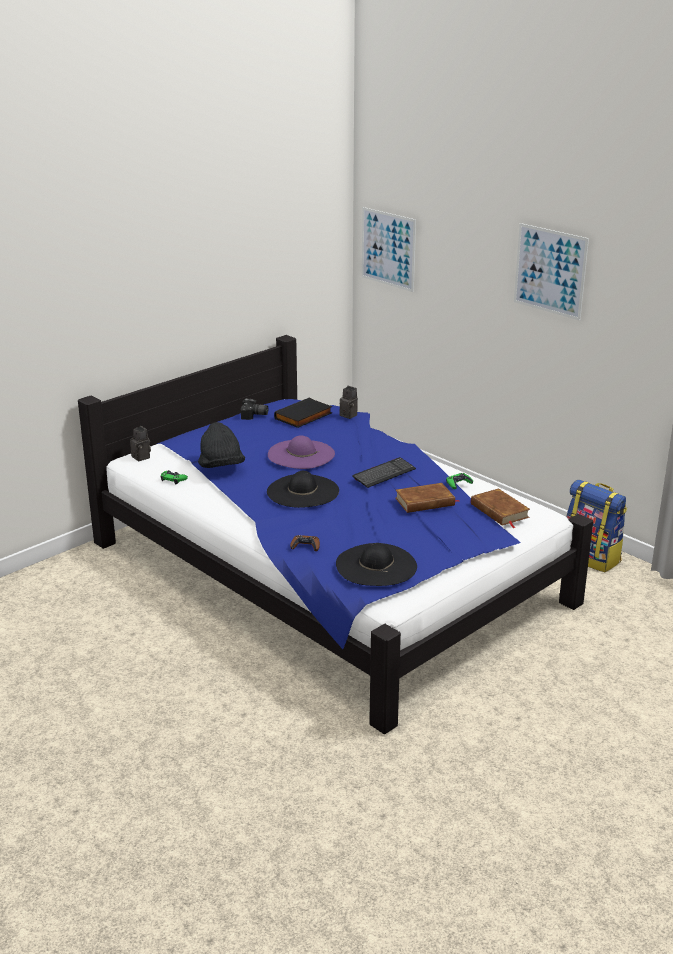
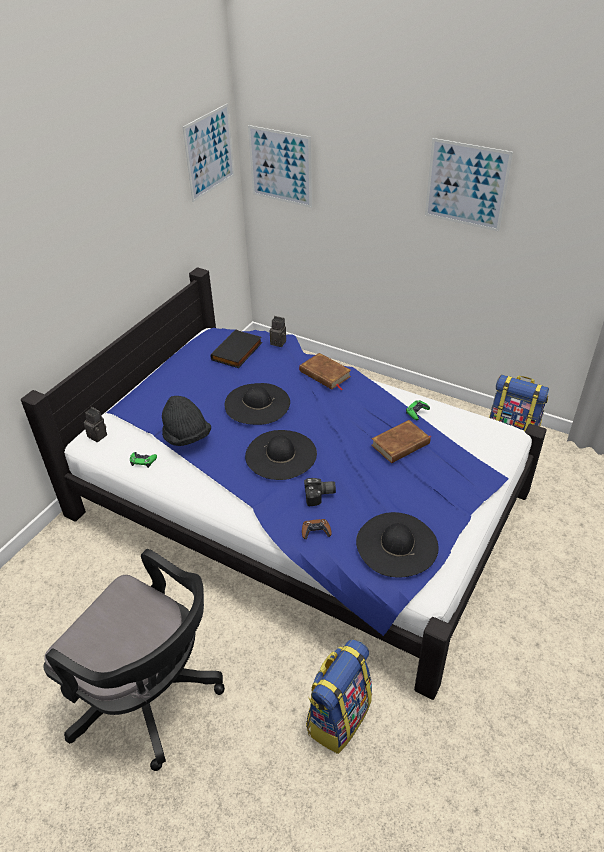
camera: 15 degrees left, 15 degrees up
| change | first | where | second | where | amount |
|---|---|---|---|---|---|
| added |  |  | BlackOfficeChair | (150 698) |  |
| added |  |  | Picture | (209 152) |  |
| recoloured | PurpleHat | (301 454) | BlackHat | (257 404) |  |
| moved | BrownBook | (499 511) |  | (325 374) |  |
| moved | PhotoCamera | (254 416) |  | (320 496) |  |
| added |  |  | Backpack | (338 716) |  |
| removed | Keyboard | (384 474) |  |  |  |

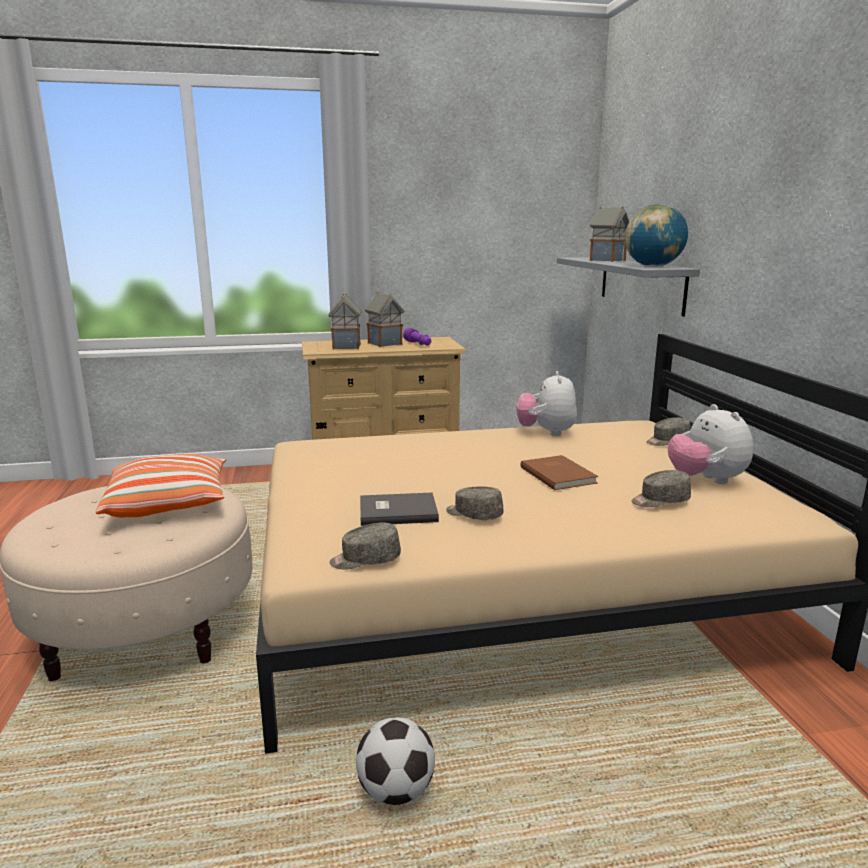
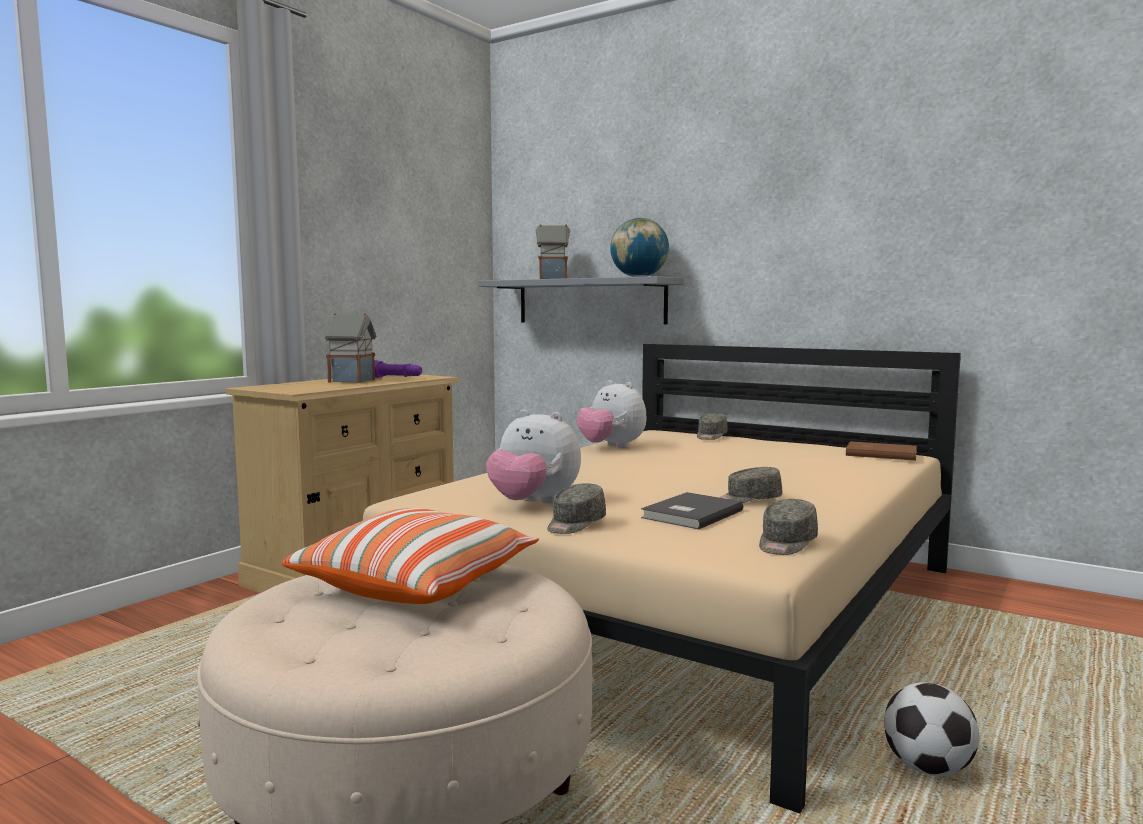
camera: 45 degrees left, 10 degrees down
| change | first | where | second | where | amount |
|---|---|---|---|---|---|
| moved | PlushToy | (706 480) |  | (533 503) |  |
| moved | GreyCap | (660 501) |  | (575 524) |  |
| moved | BrownBook | (559 474) |  | (880 453) |  |
| removed | ToyHouse | (346 346) |  |  |  |

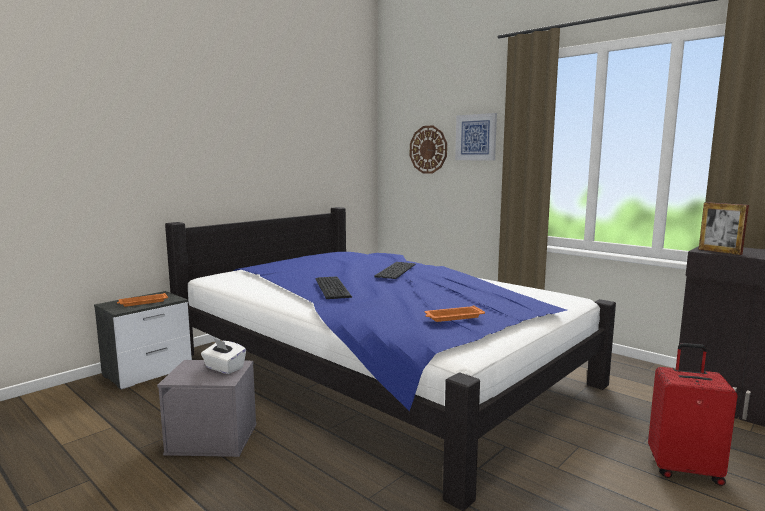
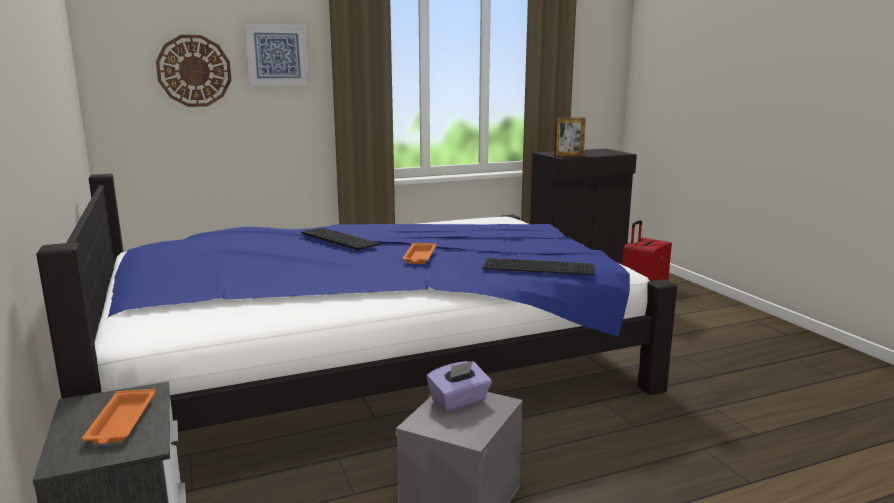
camera: 65 degrees left, 5 degrees up
| change | first | where | second | where | amount |
|---|---|---|---|---|---|
| moved | OrangeTray | (453 317) |  | (419 257) |  |
| recoloured | WhiteTissueBox | (224 368) | PurpleTissueBox | (459 401) |  |
| moved | Keyboard | (333 287) |  | (537 266) |  |

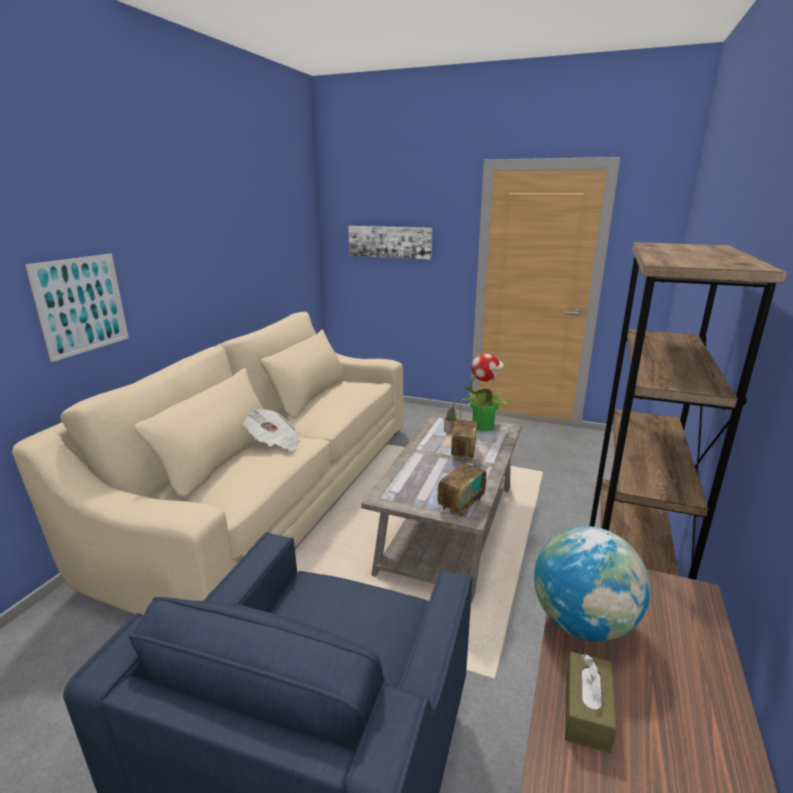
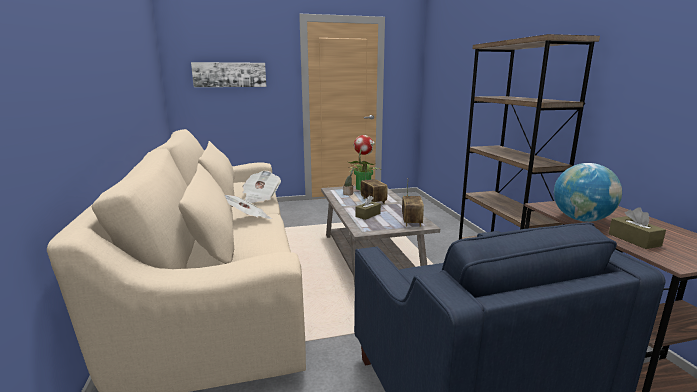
camera: 35 degrees left, 5 degrees down
| change | first | where | second | where | amount |
|---|---|---|---|---|---|
| added |  |  | Newspaper | (260 197) |  |
| added |  |  | BrownTissueBox | (368 215) |  |
| removed | Picture | (81 305) |  |  |  |

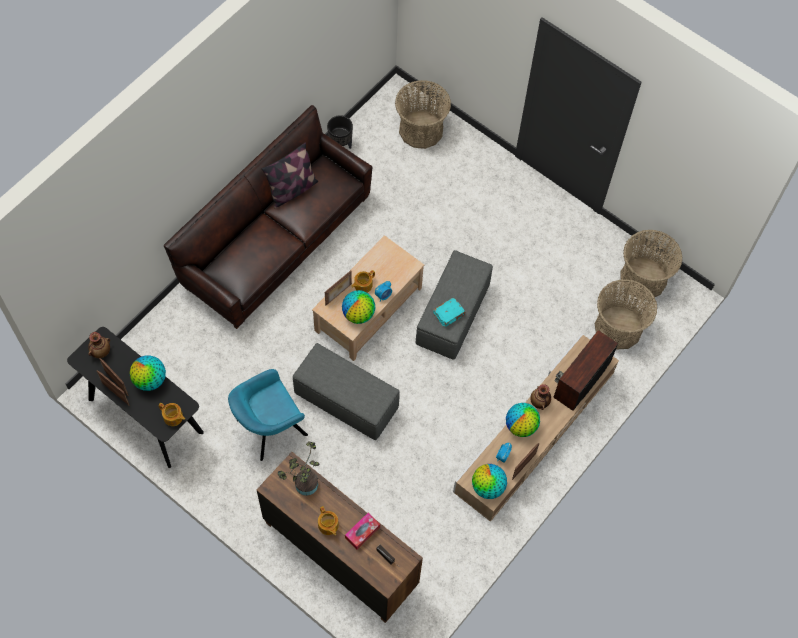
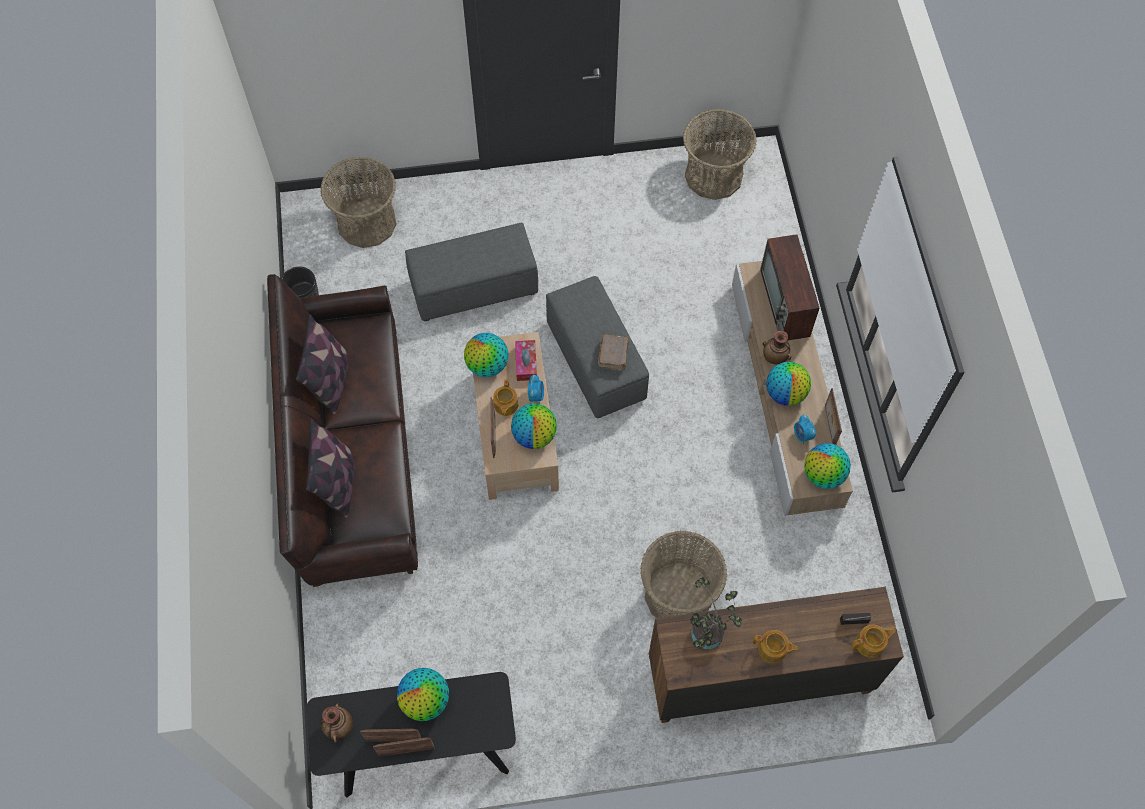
camera: 45 degrees left, 0 degrees up
| change | first | where | second | where | amount |
|---|---|---|---|---|---|
| added |  |  | Pillow | (337 483) |  |
| moved | GreyOttoman | (345 400) |  | (473 288) |  |
| added |  |  | Globe | (487 365) |  |
| moved | TissueBox | (362 532) |  | (526 363) |  |
| recoloured | TurquoiseBook | (449 314) | BrownBook | (613 355) |  |
| moved | Basket | (618 328) |  | (678 594) |  |
| moved | Teapot | (173 417) |  | (870 644) |  |
| removed | TurquoiseArmchair | (269 429) |  |  |  |

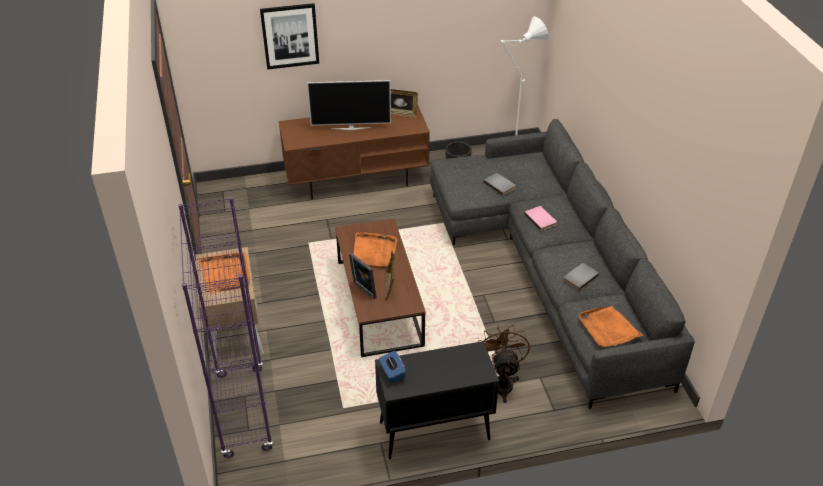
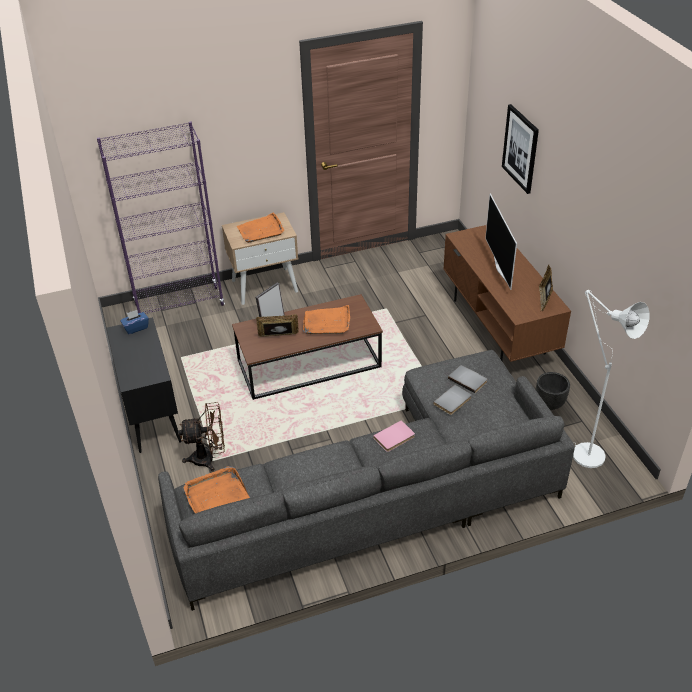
camera: 85 degrees right, 0 degrees up
| change | first | where | second | where | amount |
|---|---|---|---|---|---|
| moved | GreyBook | (579 277) |  | (468 379) |  |

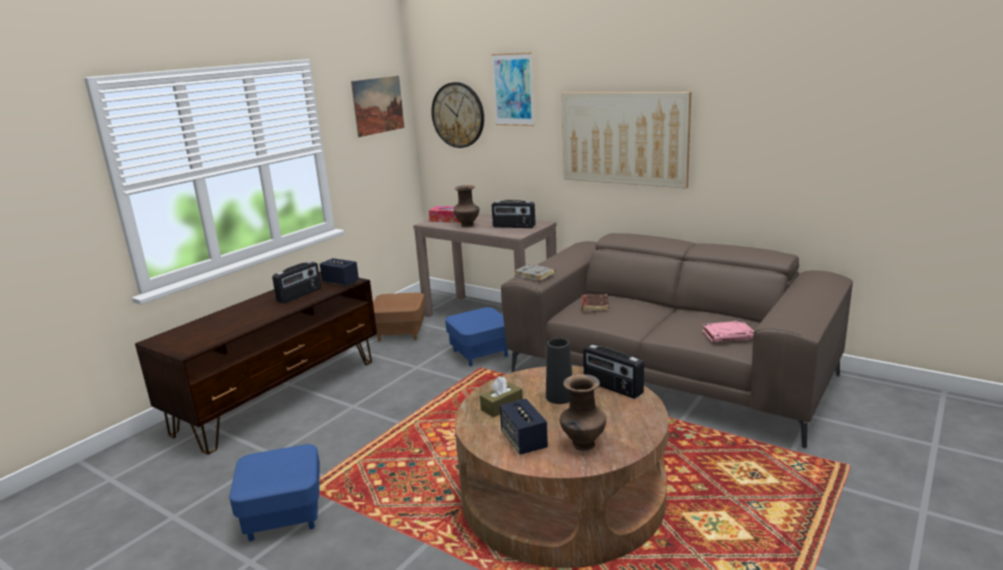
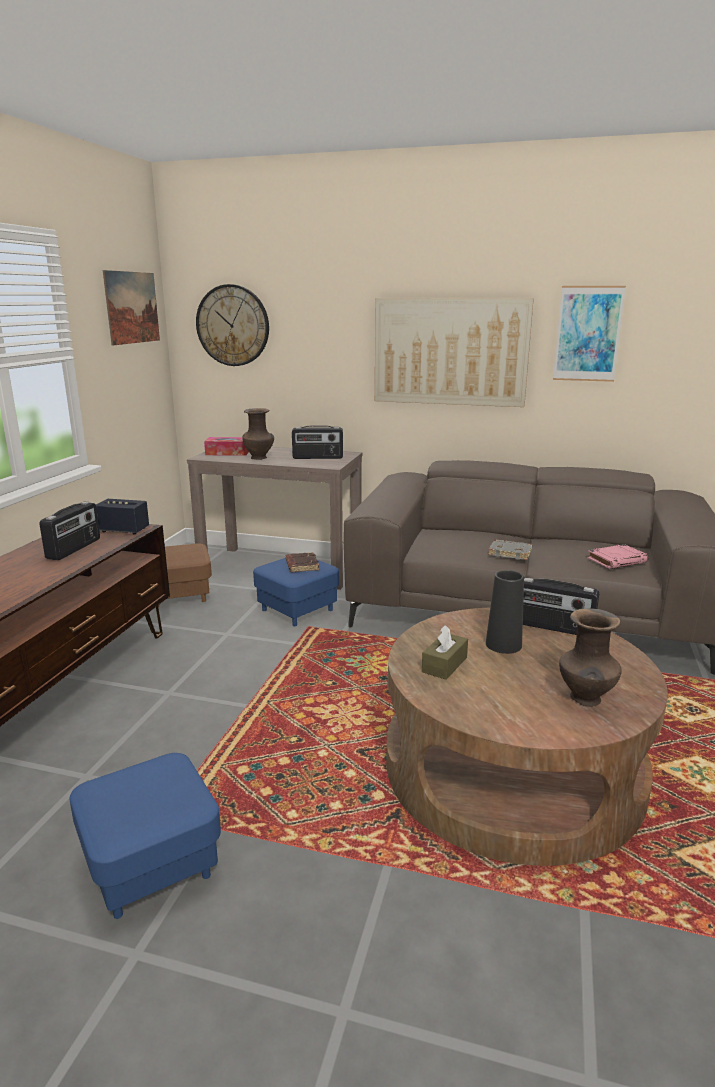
camera: 20 degrees left, 0 degrees up
| change | first | where | second | where | amount |
|---|---|---|---|---|---|
| moved | BrownBook | (594 305) |  | (301 565) |  |
| moved | GreyBook | (535 275) |  | (510 553) |  |
| moved | Picture | (513 89) |  | (588 334) |  |
| removed | Speaker | (524 441) |  |  |  |

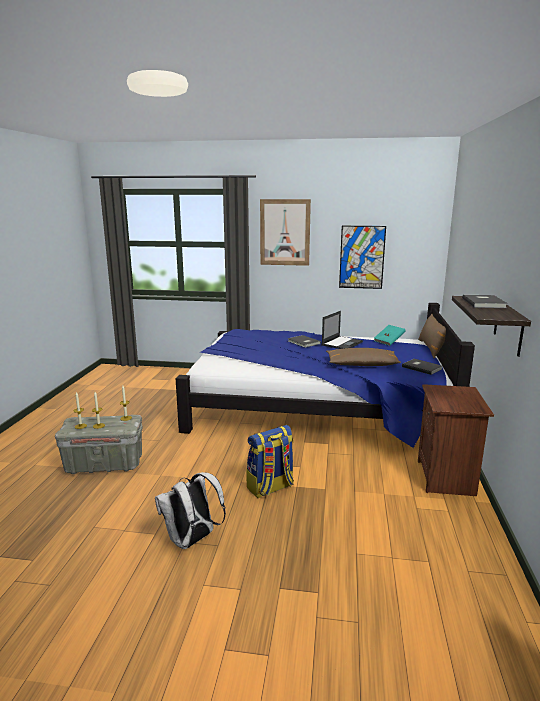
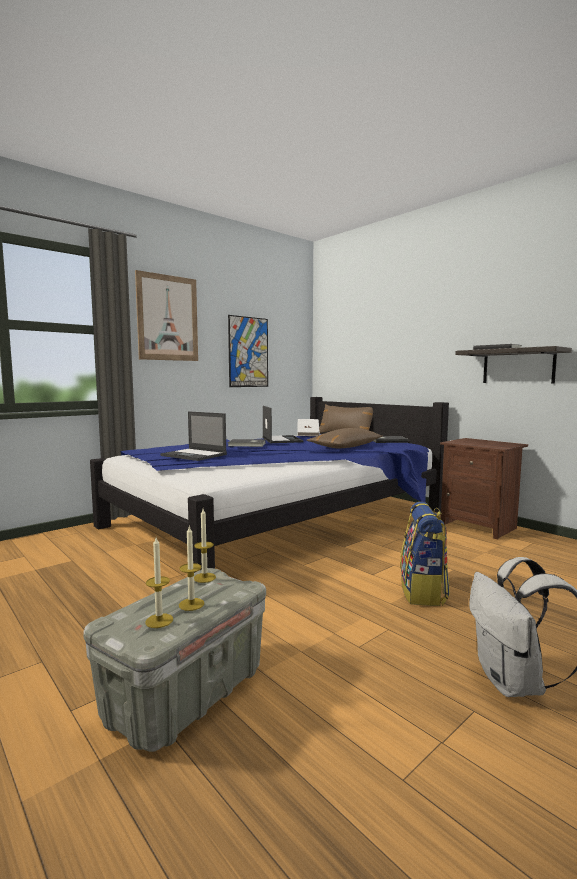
camera: 50 degrees left, 10 degrees down
| change | first | where | second | where | amount |
|---|---|---|---|---|---|
| added |  |  | Laptop | (194 455) |  |
| recoloured | TurquoiseBook | (389 341) | WhiteBook | (308 434) |  |

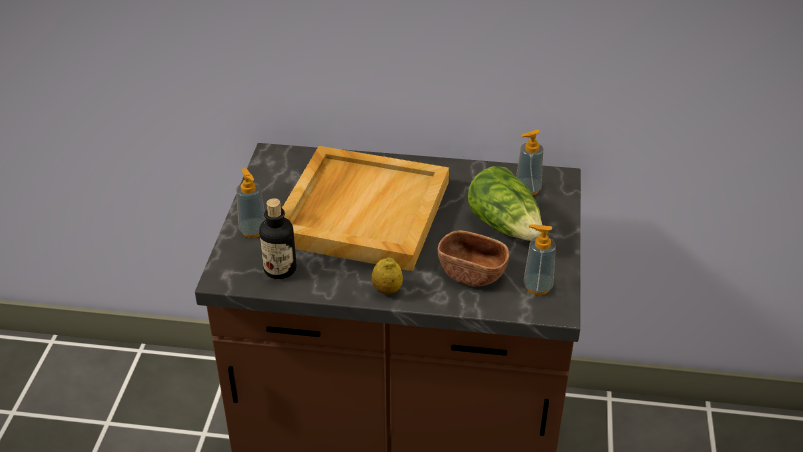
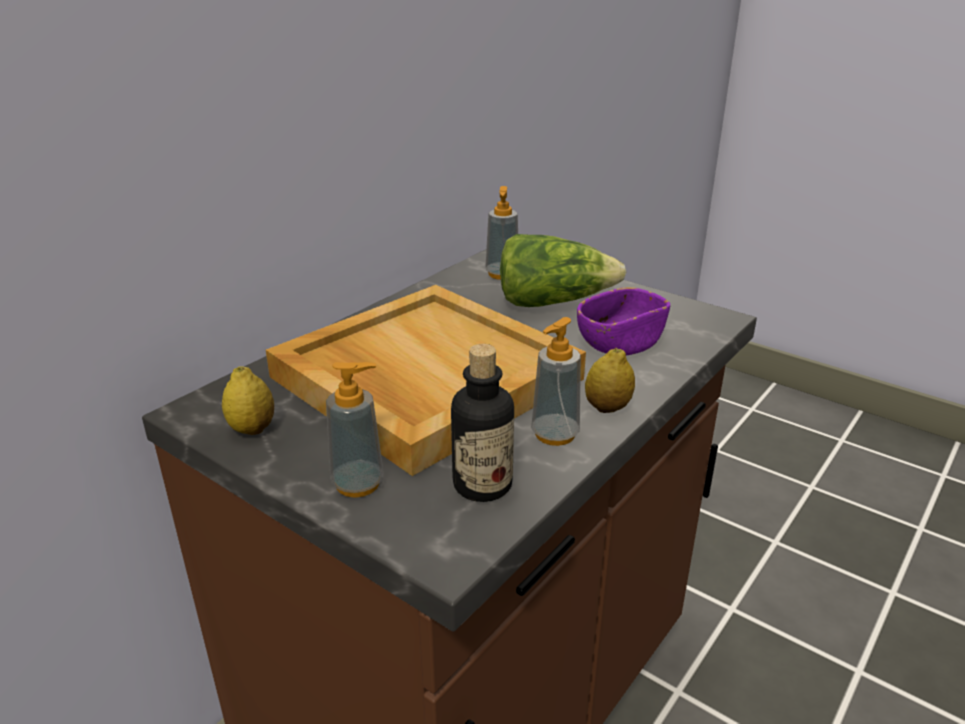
camera: 60 degrees left, 10 degrees down
| change | first | where | second | where | amount |
|---|---|---|---|---|---|
| added |  |  | Lemon | (252 429) |  |
| moved | SoapDispenser | (537 287) |  | (554 434) |  |
| recoloured | BrownBowl | (472 273) | PurpleBowl | (619 344) |  |

